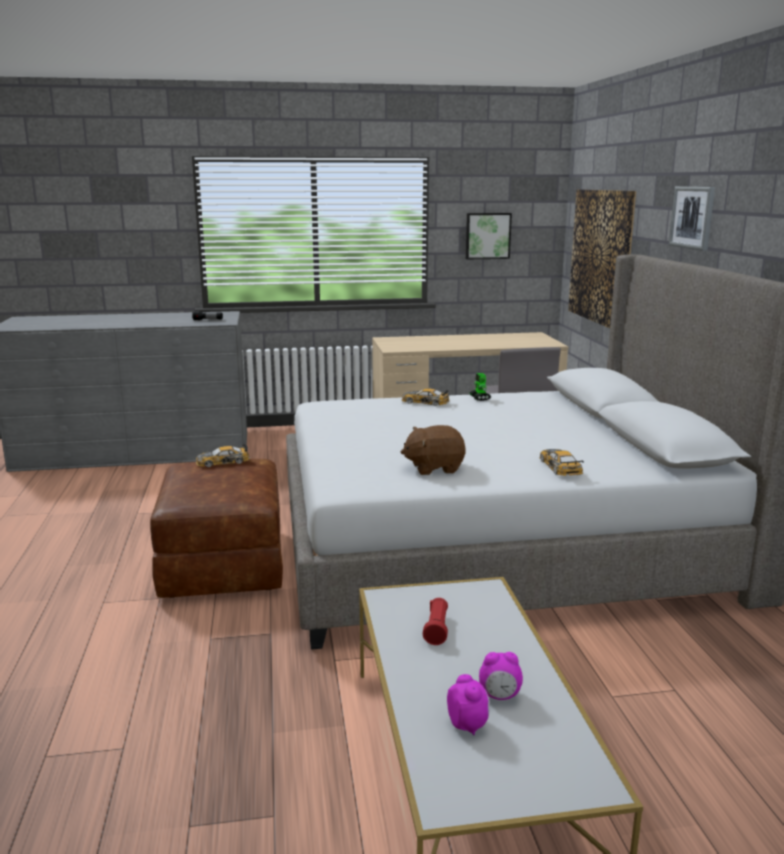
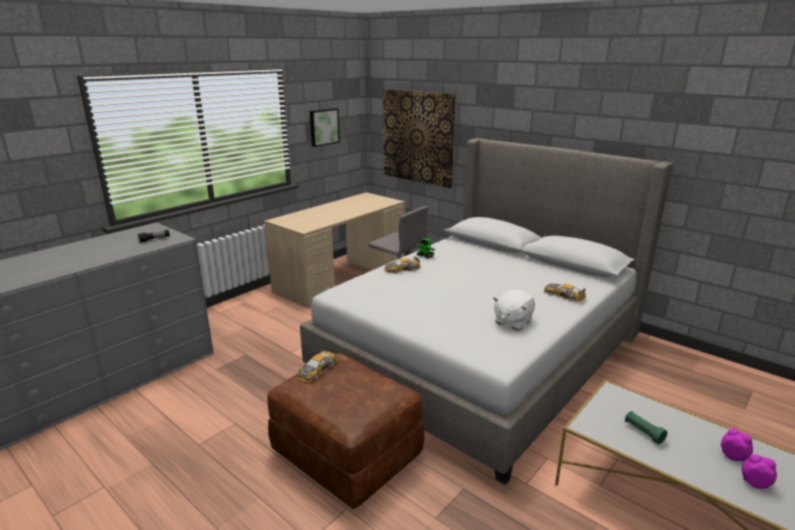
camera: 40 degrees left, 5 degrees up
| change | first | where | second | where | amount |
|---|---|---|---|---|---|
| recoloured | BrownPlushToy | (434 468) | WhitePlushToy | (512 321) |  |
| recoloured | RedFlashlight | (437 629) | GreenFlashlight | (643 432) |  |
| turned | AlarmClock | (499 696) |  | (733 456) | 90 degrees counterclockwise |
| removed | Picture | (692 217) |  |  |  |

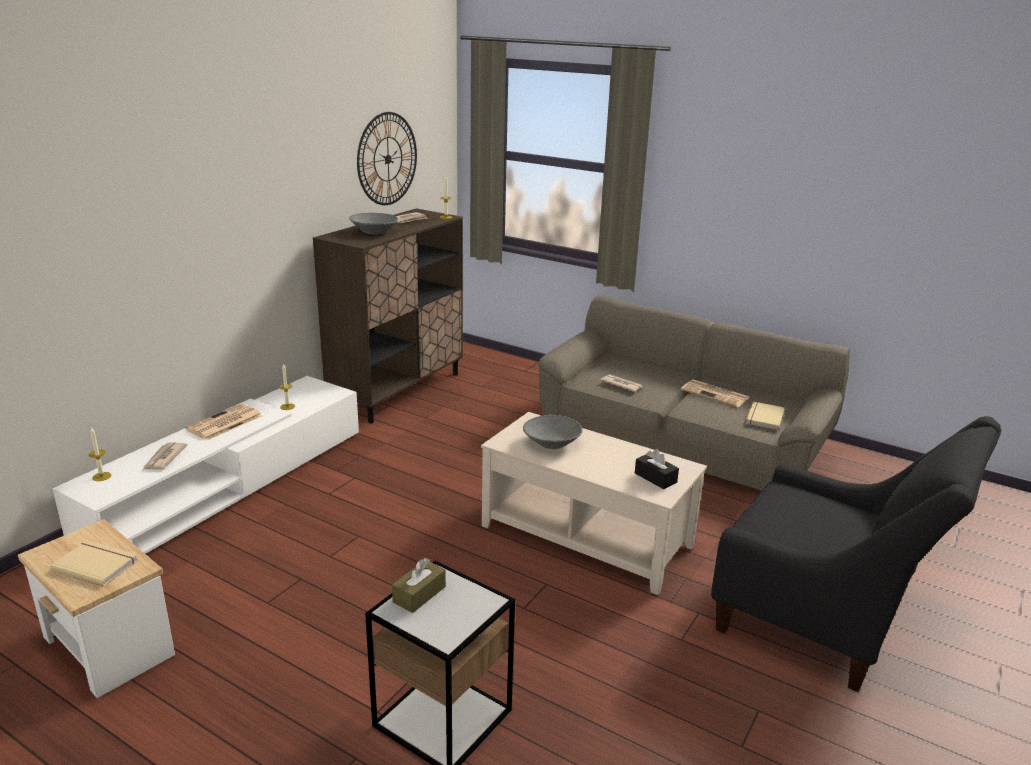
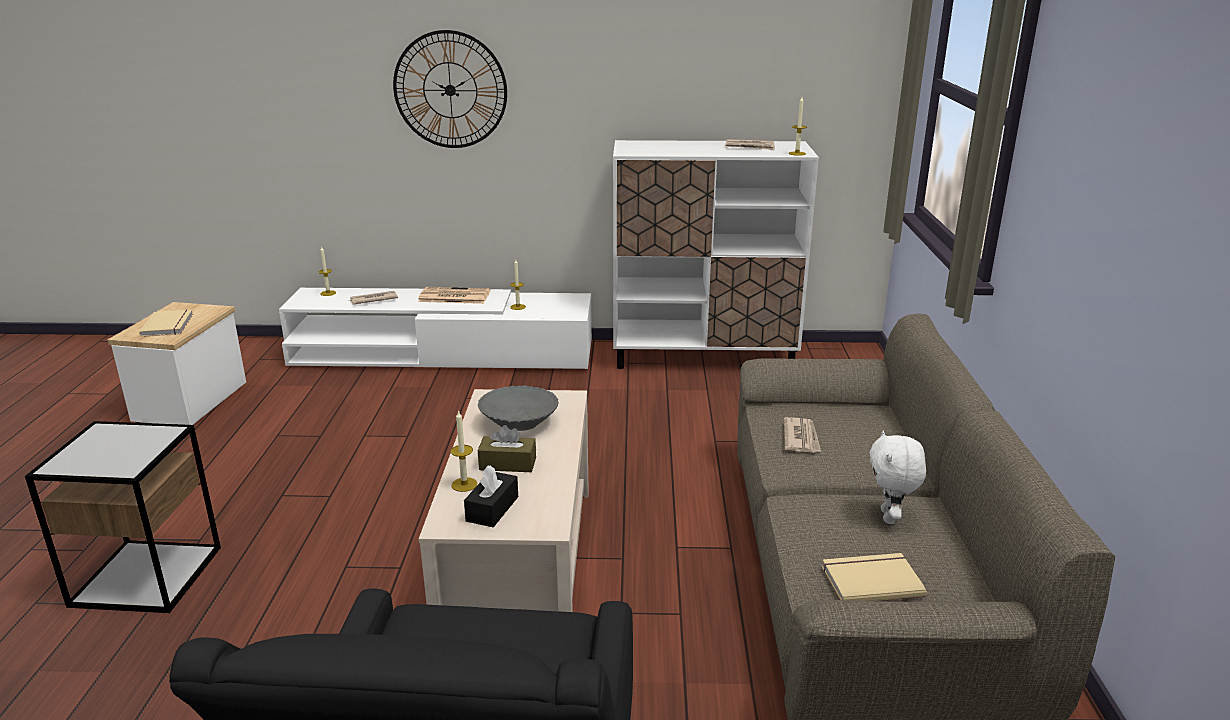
camera: 60 degrees right, 0 degrees up
| change | first | where | second | where | amount |
|---|---|---|---|---|---|
| moved | WallClock | (387 159) |  | (450 90) |  |
| added |  |  | Candle | (464 484) |  |
| moved | BrownTissueBox | (419 594) |  | (507 464) |  |
| recoloured | BrownCabinet | (398 390) | WhiteCabinet | (704 356) |  |
| replaced | Newspaper | (716 394) | WhitePlushToy | (890 517) |  |
| removed | GreyBowl | (374 232) |  |  |  |

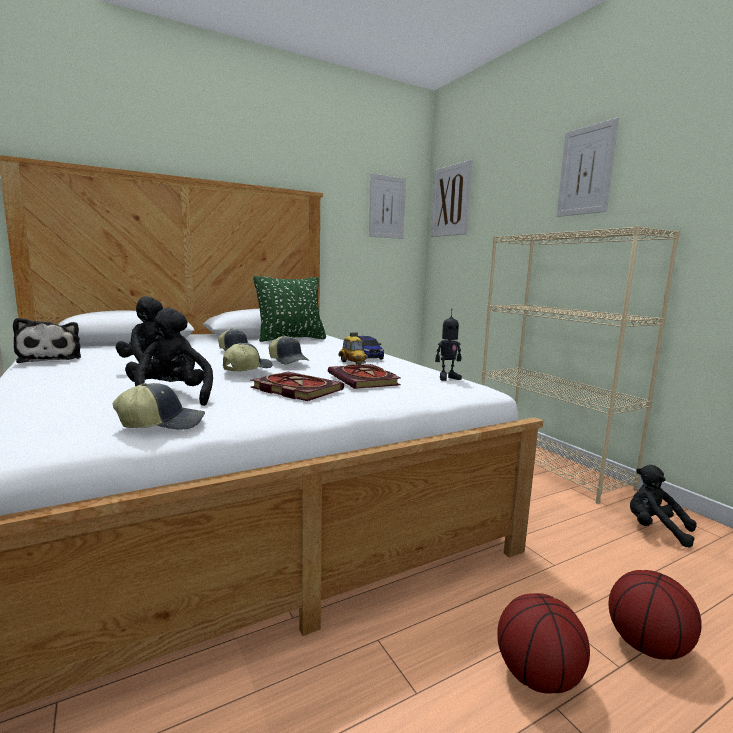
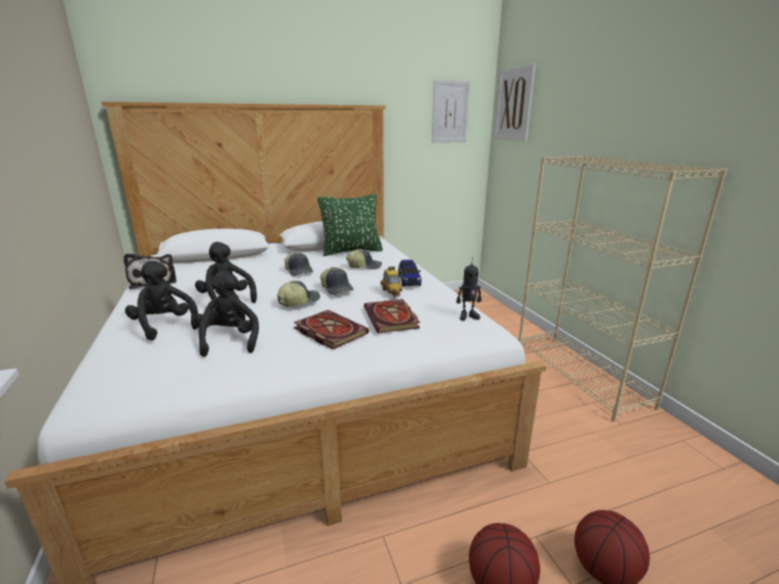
camera: 10 degrees right, 10 degrees up
| change | first | where | second | where | amount |
|---|---|---|---|---|---|
| moved | BlackPlushToy | (655 529) |  | (165 326) |  |
| moved | Cap | (163 423) |  | (364 266) |  |
| removed | Picture | (586 170) |  |  |  |

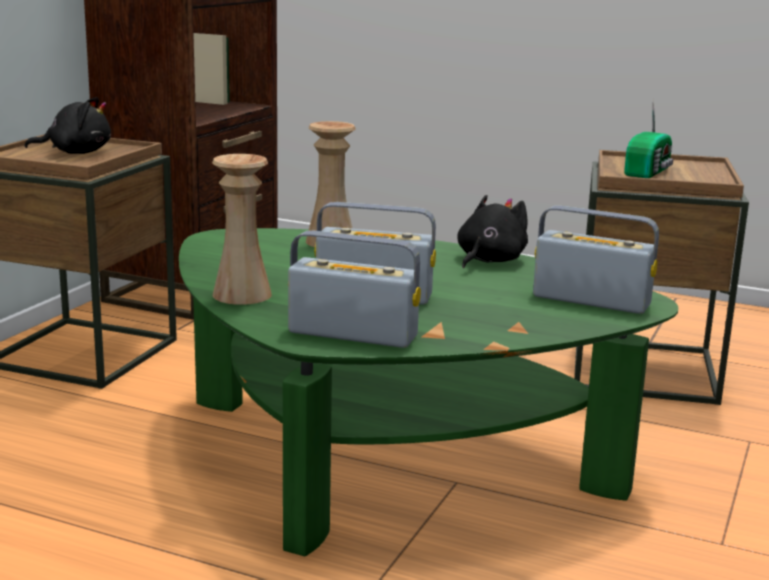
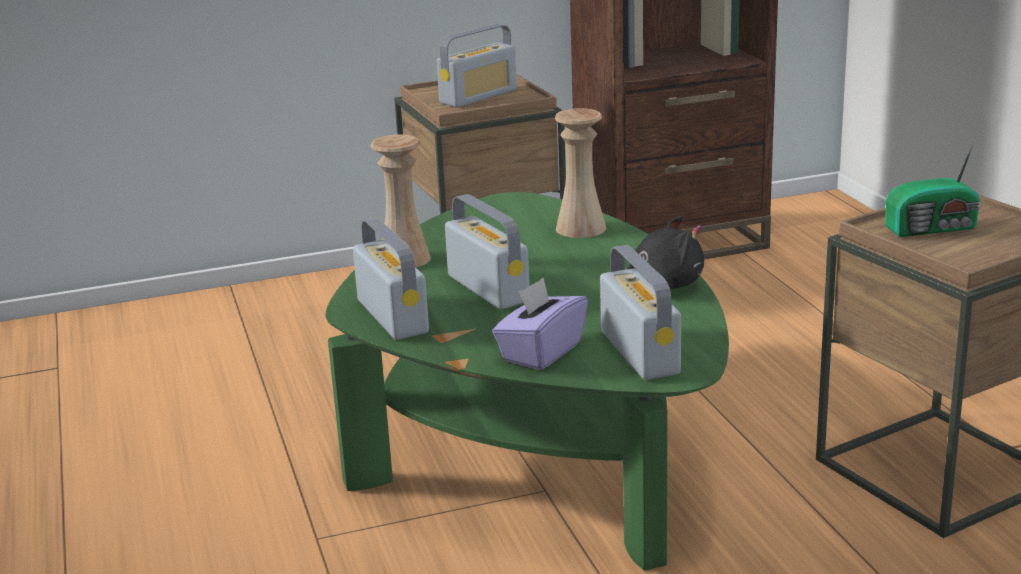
camera: 50 degrees right, 5 degrees up
| change | first | where | second | where | amount |
|---|---|---|---|---|---|
| replaced | BlackPlushToy | (76 153) | Radio | (478 96) |  |
| added |  |  | PurpleTissueBox | (541 352) |  |

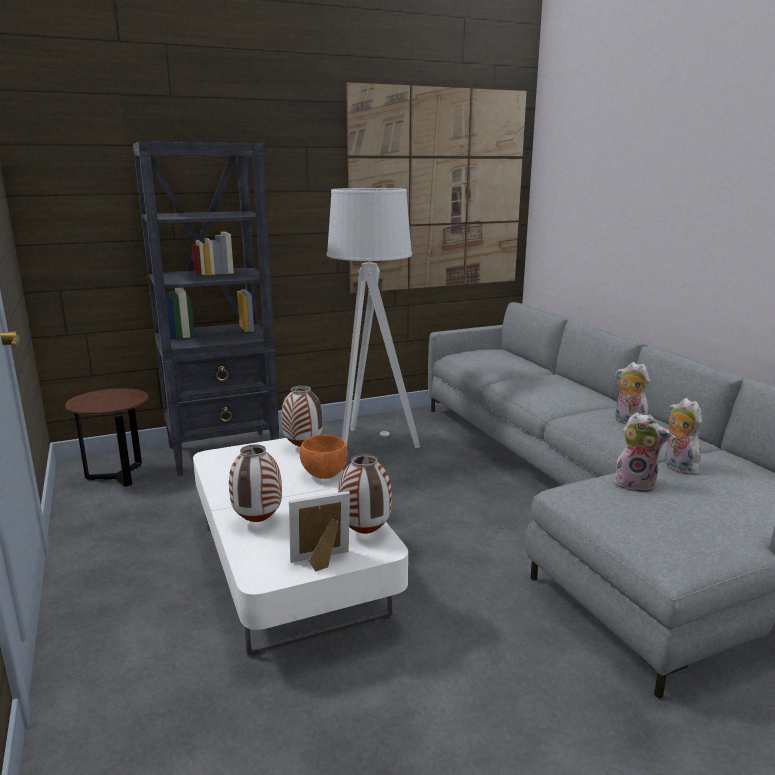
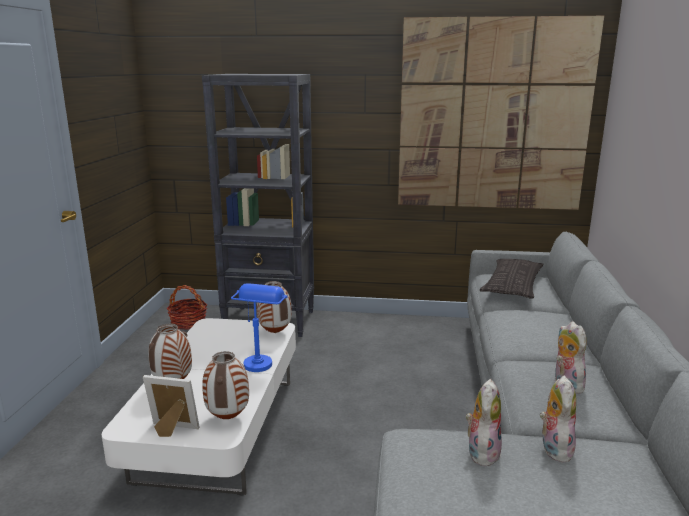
camera: 30 degrees right, 0 degrees up
| change | first | where | second | where | amount |
|---|---|---|---|---|---|
| replaced | BrownSideTable | (118 477) | Basket | (188 323) |  |
| replaced | OrangeBowl | (324 474) | BlueTableLamp | (261 360) |  |
| turned | PlushToy | (636 484) |  | (481 452) | 120 degrees counterclockwise |
| added |  |  | Pillow | (512 285) |  |
| removed | GreyFloorLamp | (371 446) |  |  |  |

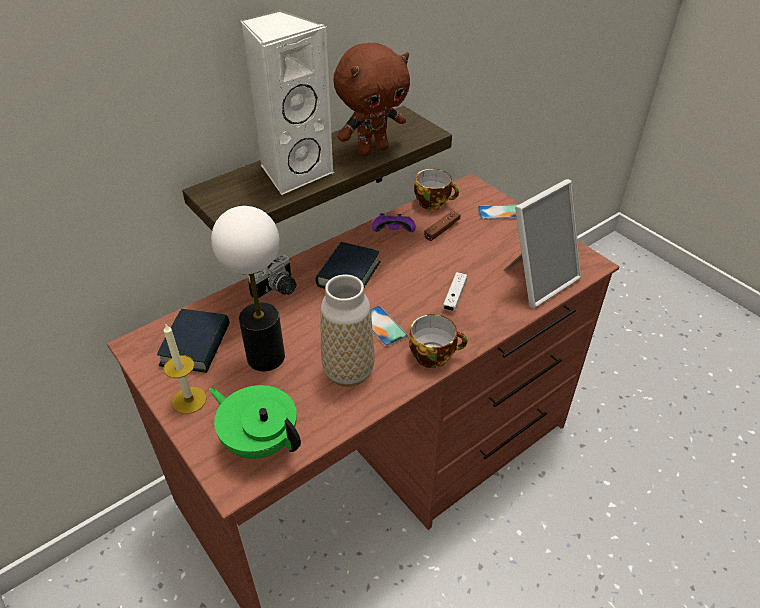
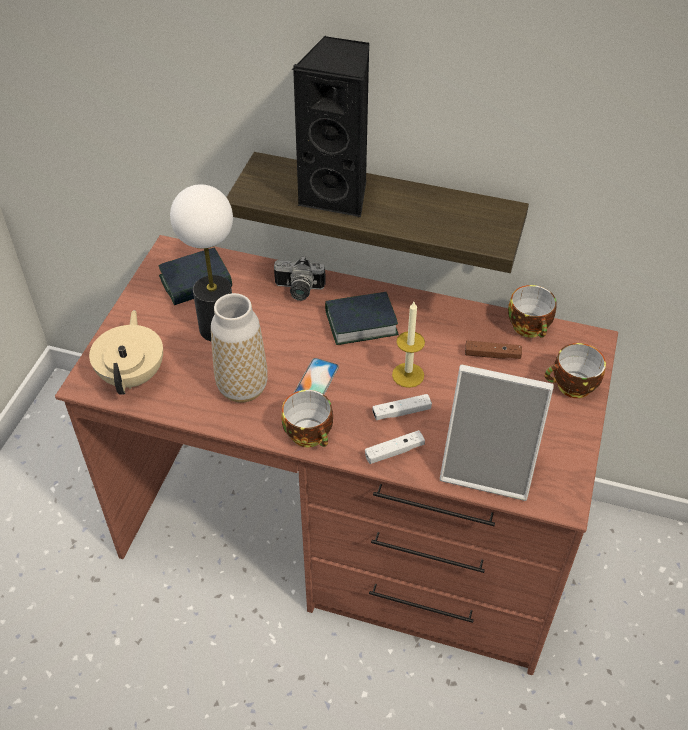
camera: 55 degrees right, 5 degrees up
| change | first | where | second | where | amount |
|---|---|---|---|---|---|
| recoloured | GreenTeapot | (260 440) | BeigeTeapot | (133 375) |  |
| recoloured | WhiteSpeaker | (294 172) | BlackSpeaker | (338 194) |  |
| added |  |  | WhiteGameController | (394 451) |  |
| moved | Candle | (189 400) |  | (408 375) |  |
| replaced | Phone | (500 212) | Cup | (572 387) |  |
| removed | BrownPlushToy | (372 150) |  |  |  |
| removed | PurpleGameController | (393 232) |  |  |  |

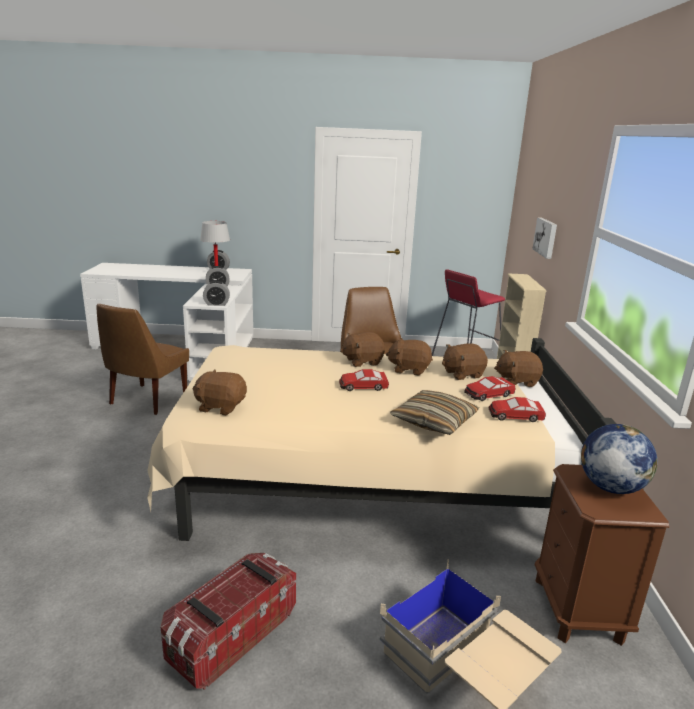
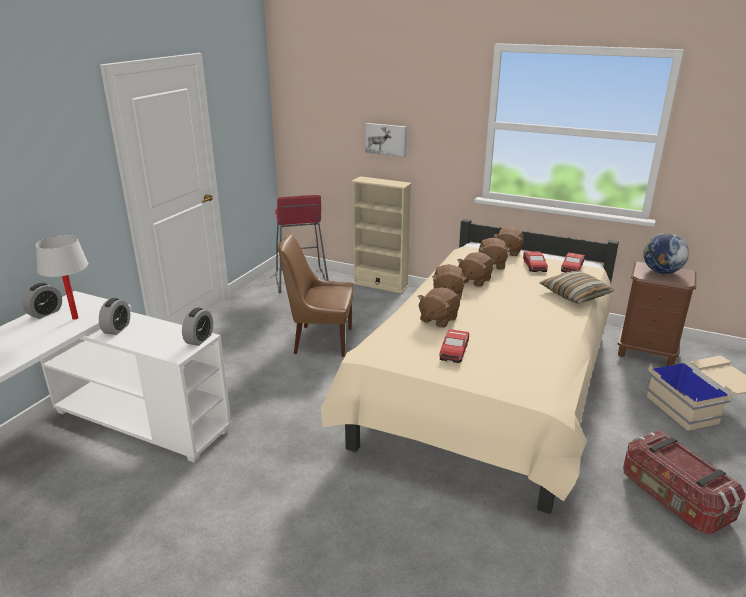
camera: 65 degrees left, 5 degrees up
| change | first | where | second | where | amount |
|---|---|---|---|---|---|
| moved | BrownPlushToy | (220 407) |  | (438 319) |  |
| moved | ToyCar | (363 386) |  | (454 351) |  |
| removed | BrownChair | (146 400) |  |  |  |

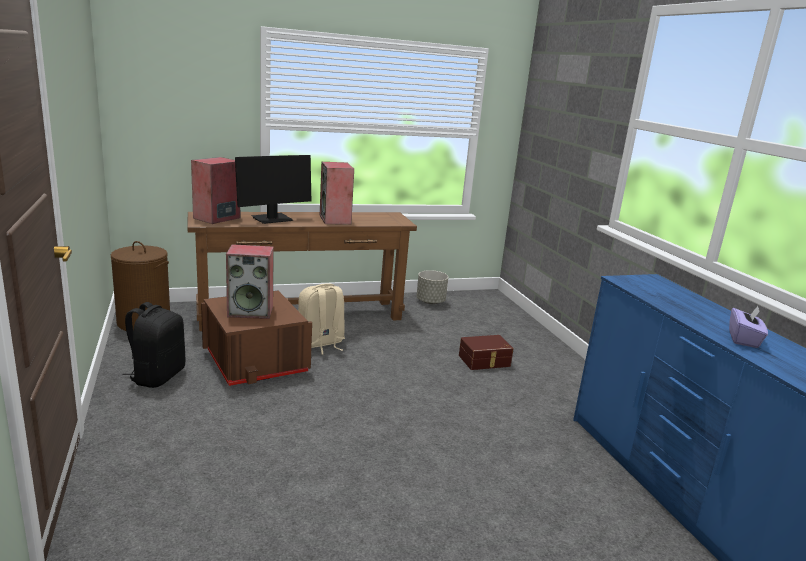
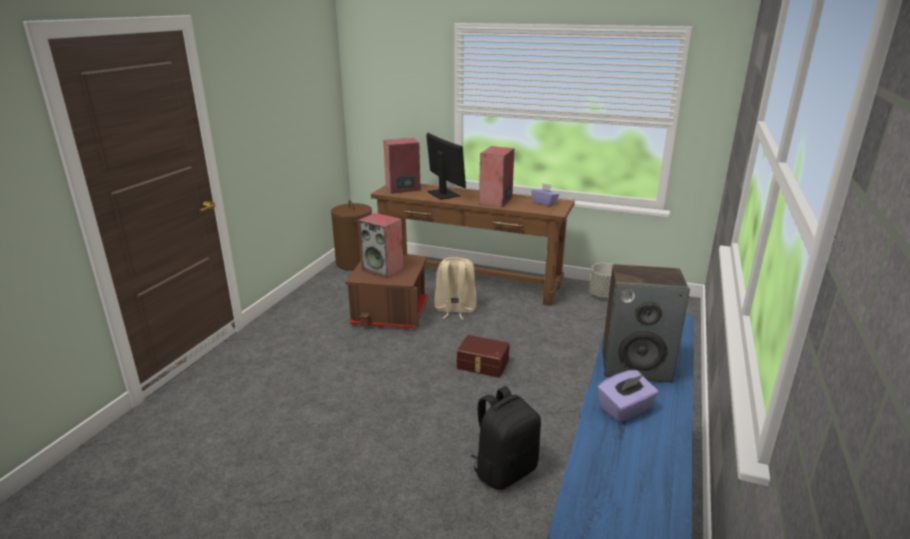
camera: 40 degrees right, 5 degrees up
| change | first | where | second | where | amount |
|---|---|---|---|---|---|
| turned | Monitor | (272 219) |  | (443 194) | 120 degrees counterclockwise |
| moved | BrownStorageBox | (485 361) |  | (482 365) |  |
| moved | BlackBackpack | (157 376) |  | (505 470) |  |
| added |  |  | PurpleTissueBox | (544 203) |  |
| added |  |  | Speaker | (636 366) |  |

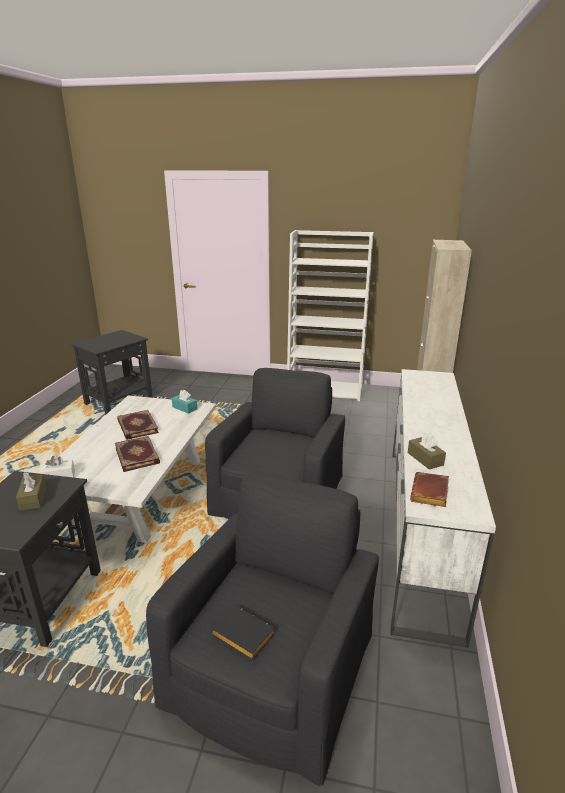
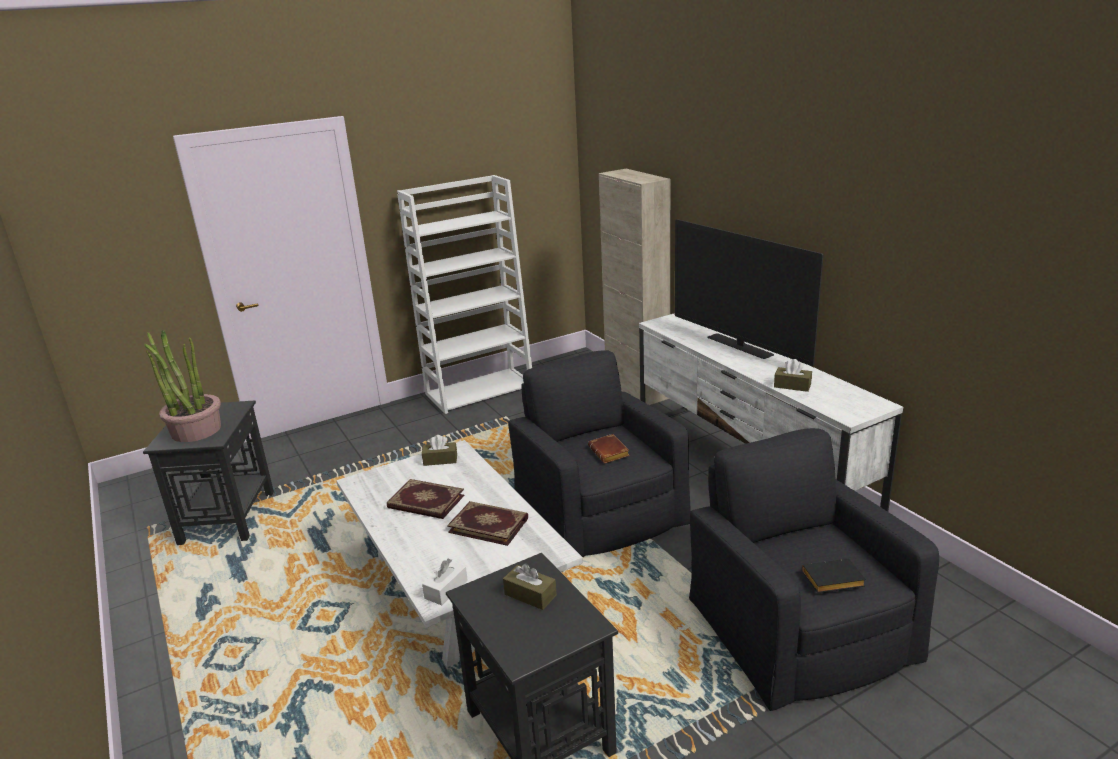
camera: 40 degrees left, 0 degrees up
| change | first | where | second | where | amount |
|---|---|---|---|---|---|
| added |  |  | PottedPlant | (195 430) |  |
| recoloured | TurquoiseTissueBox | (184 408) | BrownTissueBox | (440 460) |  |
| moved | BrownBook | (431 494) |  | (610 452) |  |
| added |  |  | Television | (739 346) |  |

